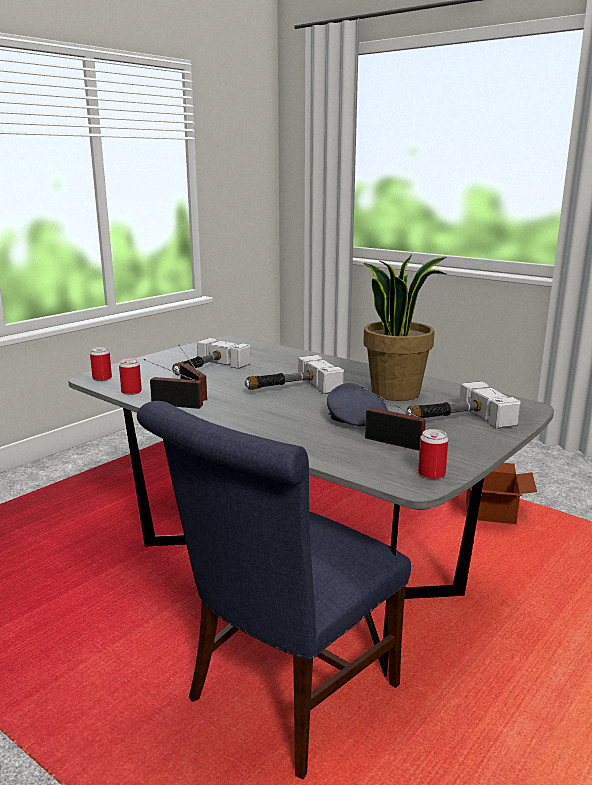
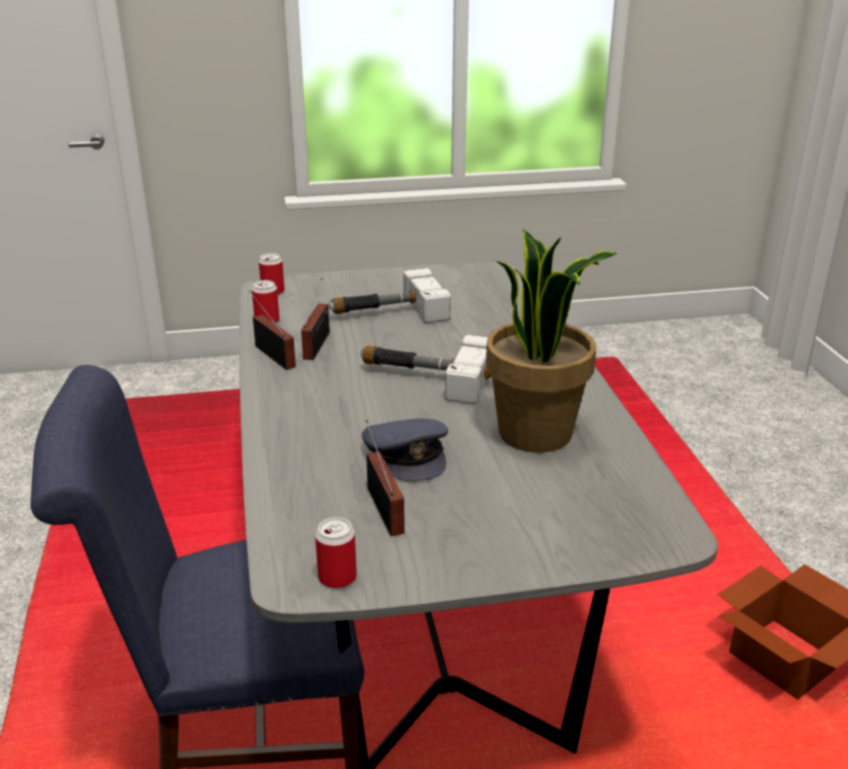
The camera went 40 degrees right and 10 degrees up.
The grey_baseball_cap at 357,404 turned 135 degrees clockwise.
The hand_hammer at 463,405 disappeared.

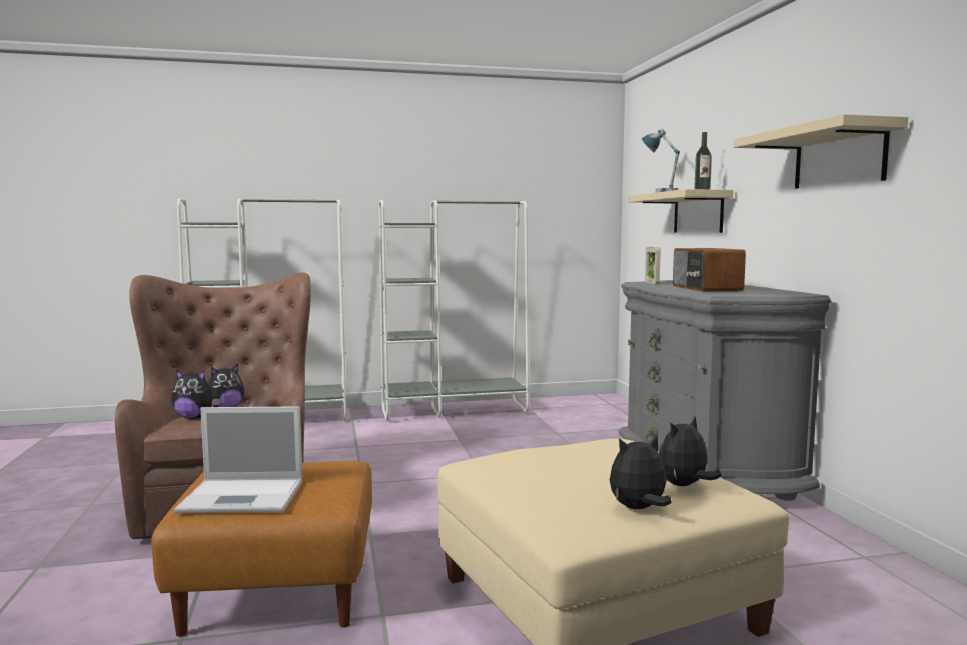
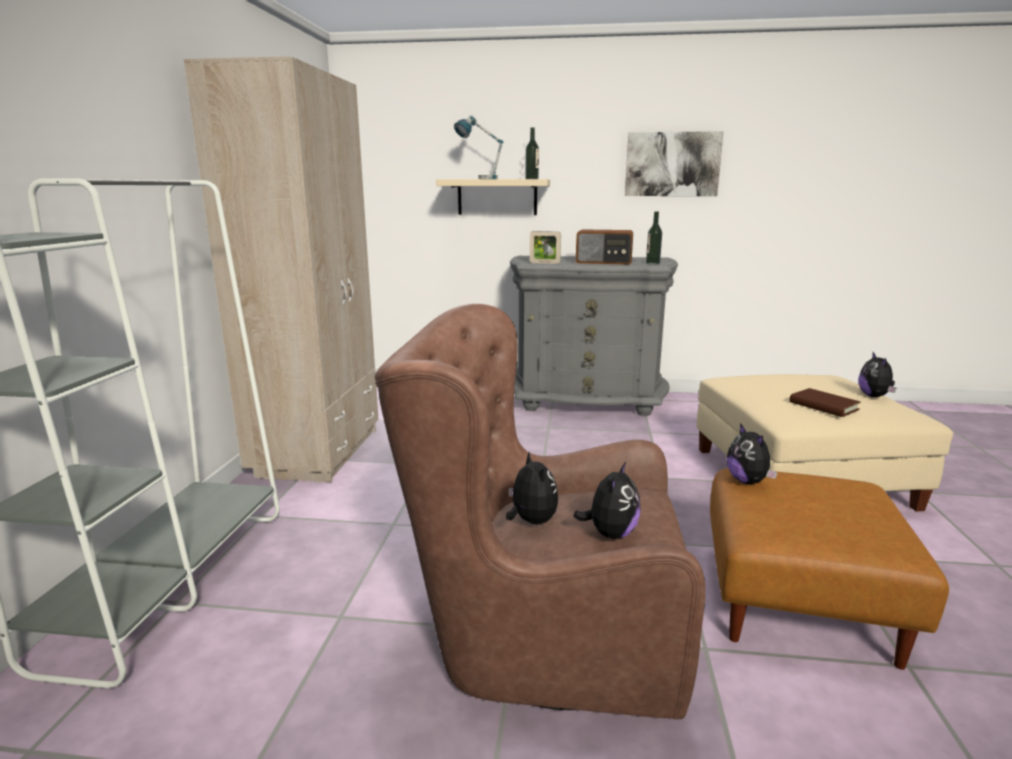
The camera went 70 degrees left and 10 degrees up.
The portable_computer at 238,459 disappeared.
The grey_garment_rack at 454,310 was replaced by the beige_armoire at 281,269.
The cuddly_toy moved from 690,451 to 752,453.
The beige_wall_shelf at 820,151 was replaced by the picture at 674,163.
The bottle at 654,238 appeared.
The brown_volume at 825,402 appeared.

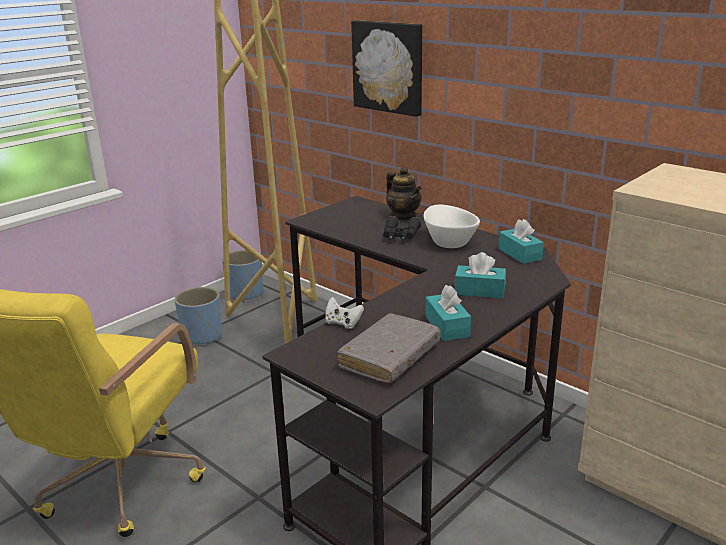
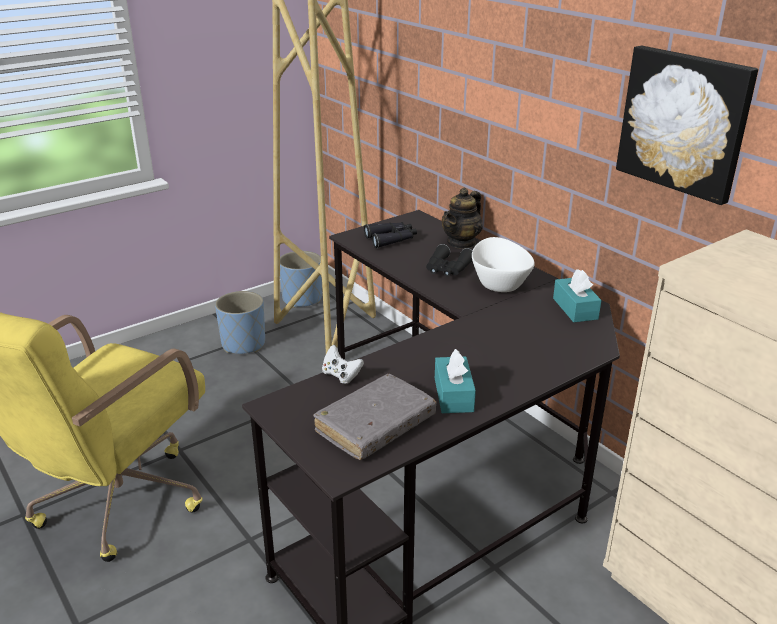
The camera went 10 degrees right and 5 degrees up.
The picture moved from 386,68 to 687,125.
The pot_for_tea at 404,193 turned 60 degrees clockwise.
The turquoise_tissue_holder at 480,275 disappeared.
The black-coloured_pair_of_binoculars at 390,235 appeared.

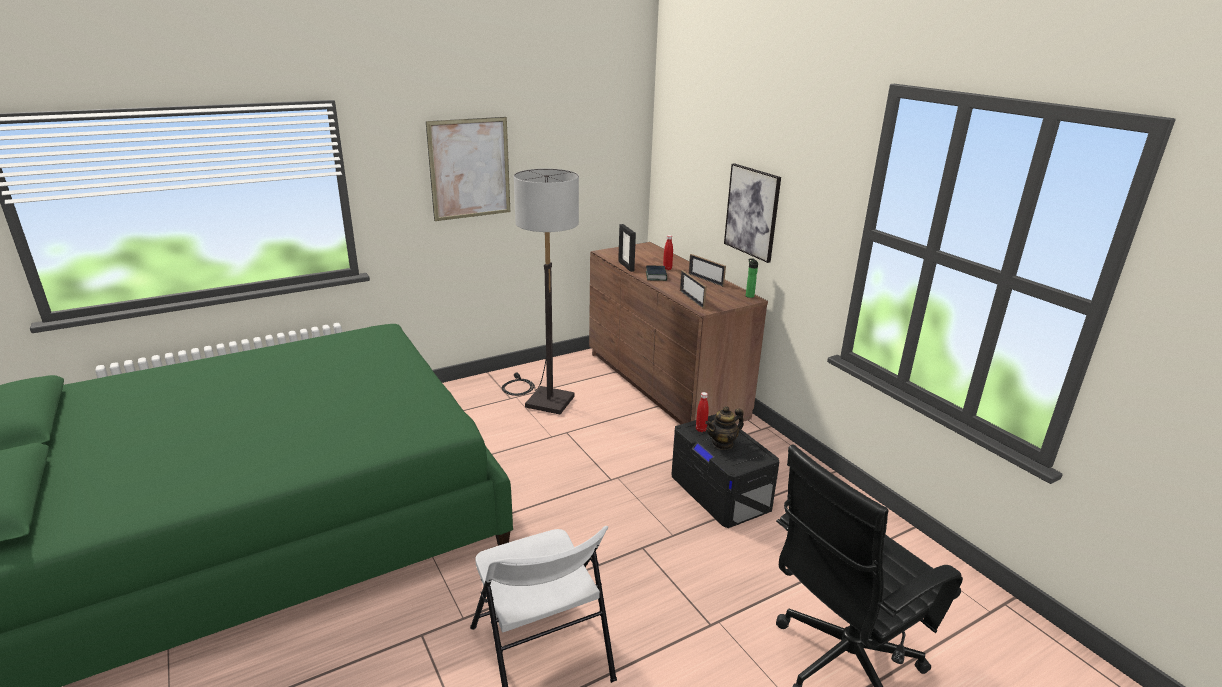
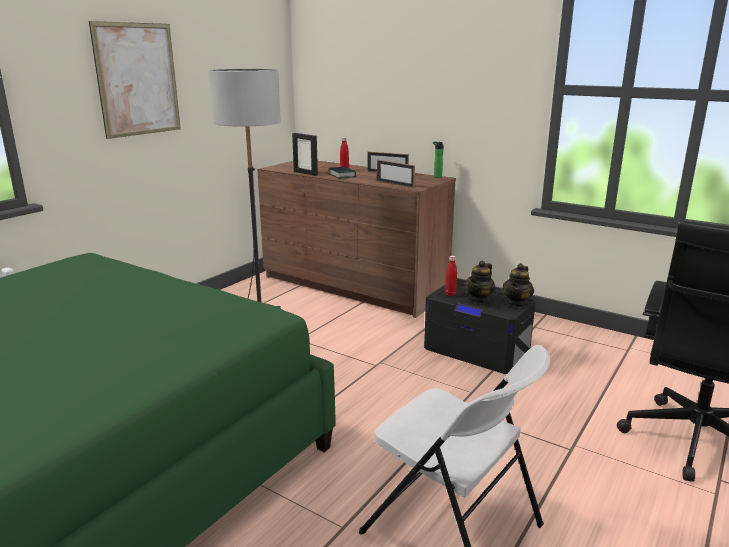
The camera went 25 degrees left and 5 degrees down.
The picture at 752,213 disappeared.
The pot_for_tea at 518,285 appeared.

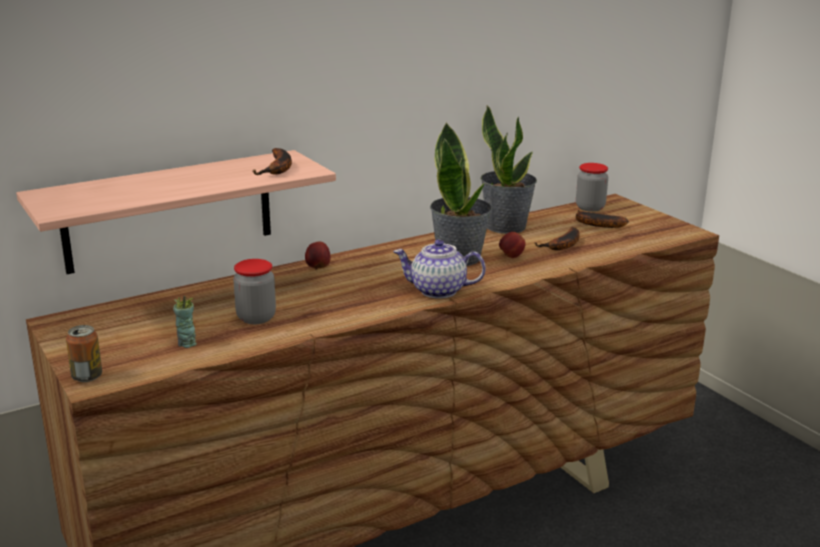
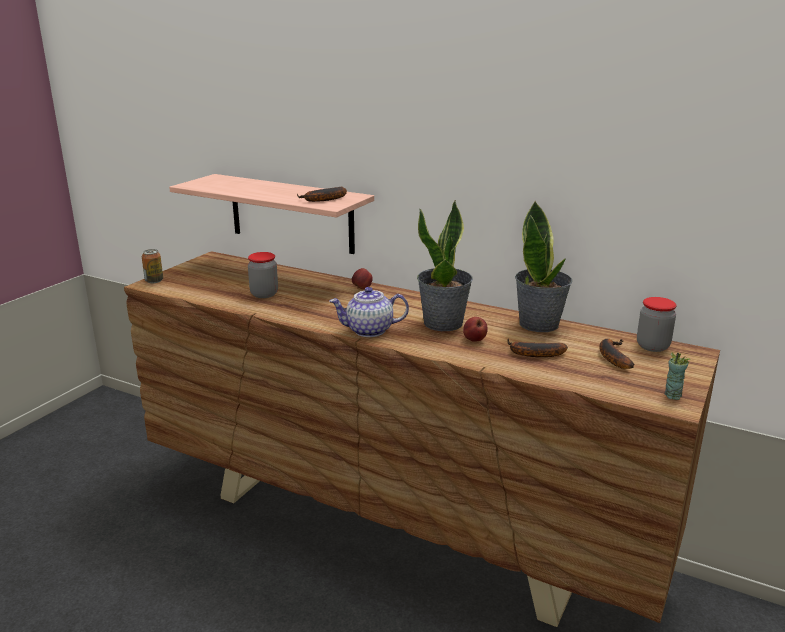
The camera went 60 degrees right and 0 degrees up.
The cup moved from 185,322 to 678,376.
The pot_for_tea at 439,269 turned 75 degrees counterclockwise.

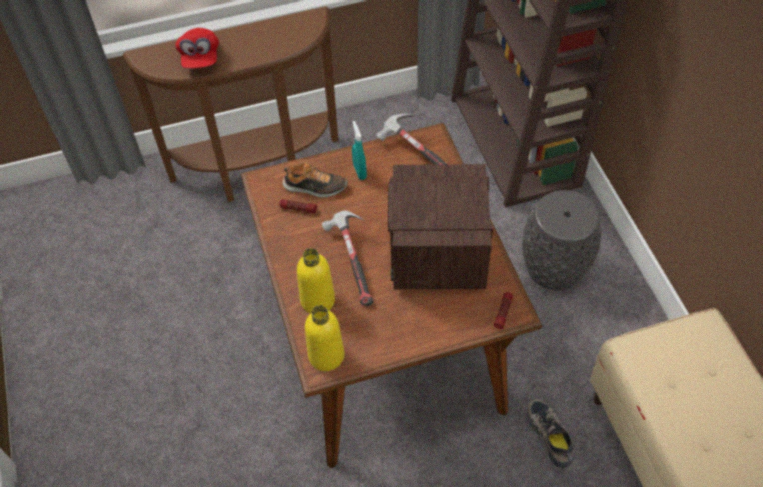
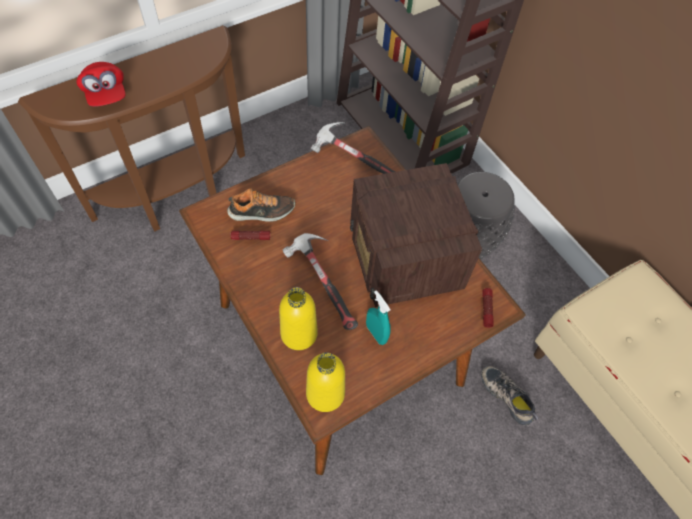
The camera went 20 degrees left and 5 degrees up.
The turquoise_hand_sprayer moved from 359,150 to 378,317.

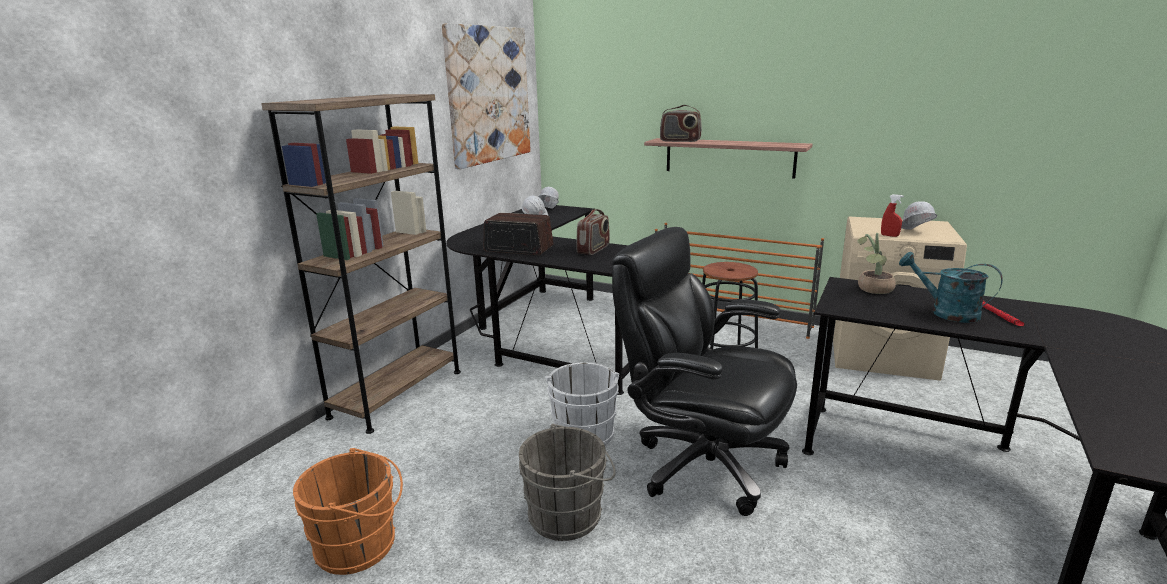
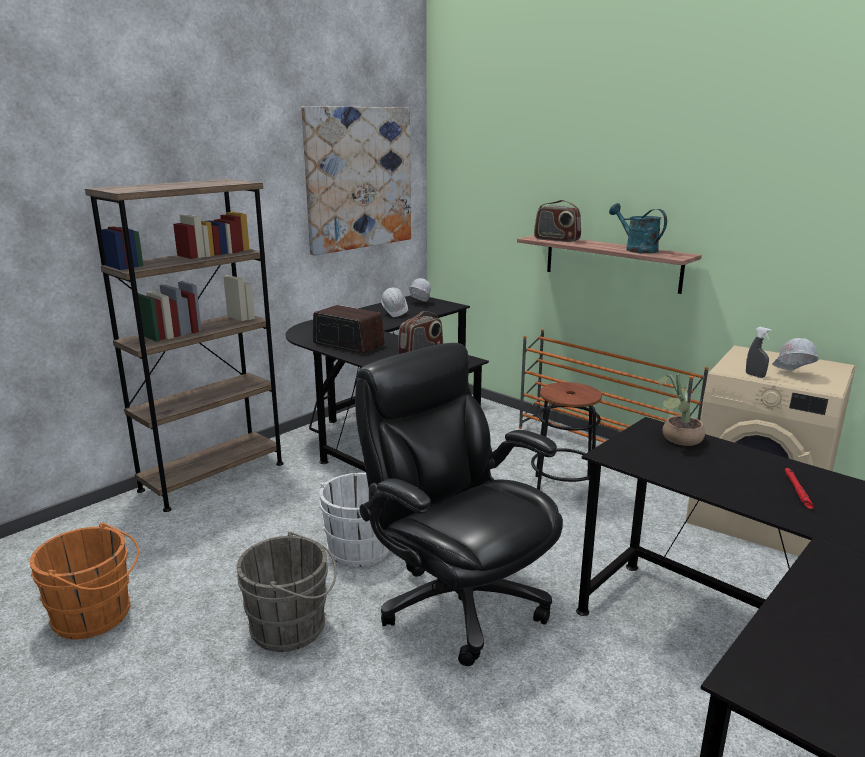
The camera went 15 degrees right and 0 degrees up.
The red_hand_sprayer at 892,215 became the grey_hand_sprayer at 759,352.
The turquoise_watering_pot moved from 951,287 to 638,228.

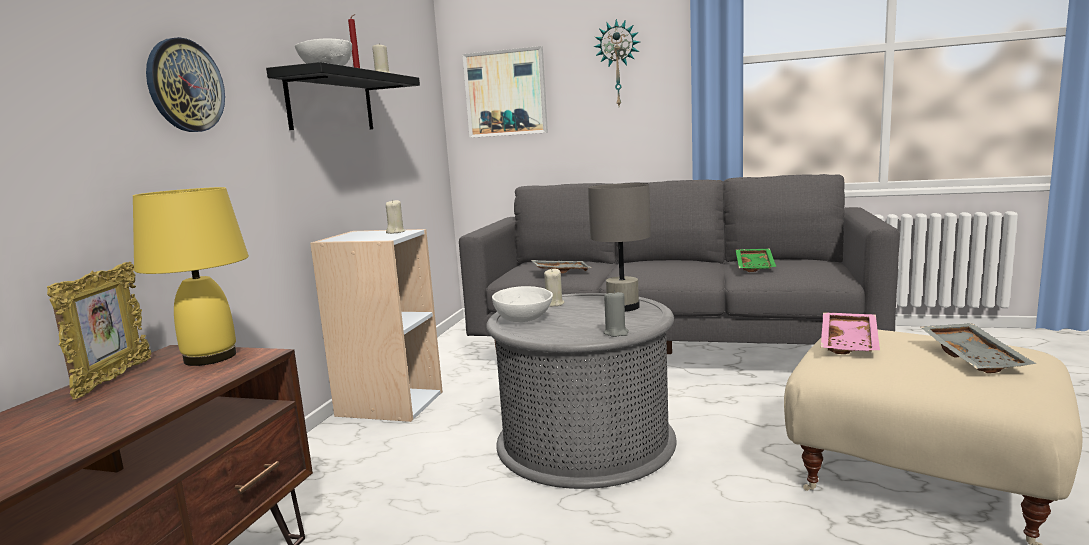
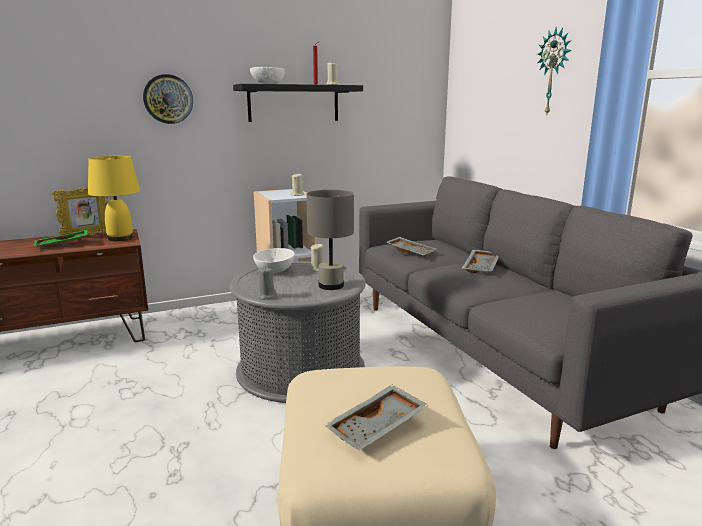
The camera went 50 degrees right and 5 degrees up.
The picture at 505,92 disappeared.
The greenish_tray moved from 756,260 to 60,238.
The pink-coloured_tray at 850,333 disappeared.
The grey_tray at 480,261 appeared.

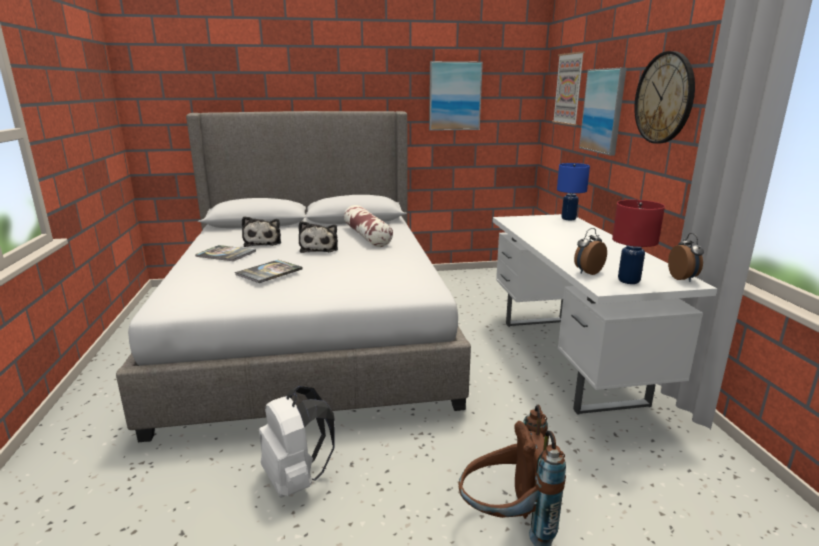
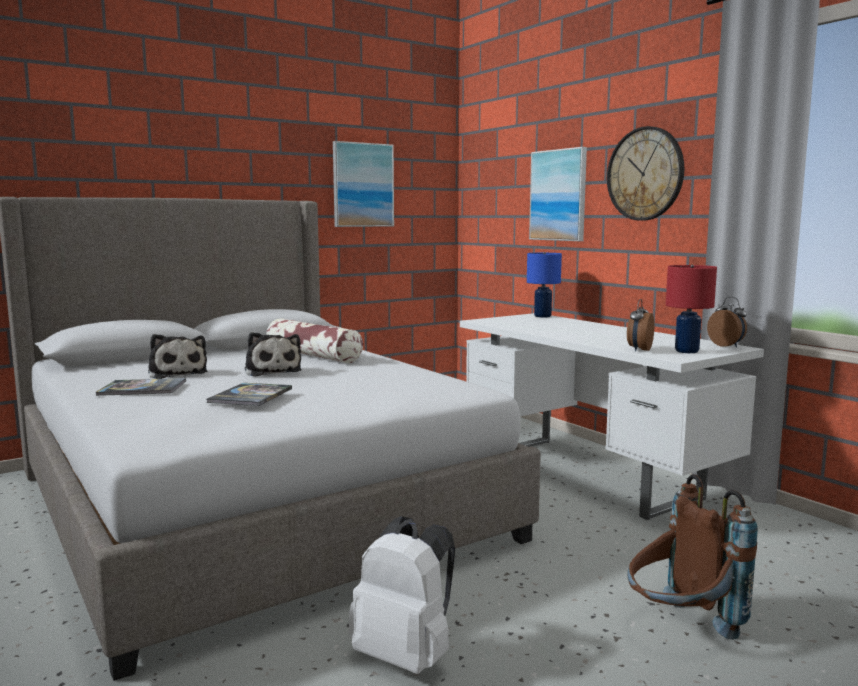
The camera went 25 degrees left and 10 degrees down.
The picture at 568,88 disappeared.

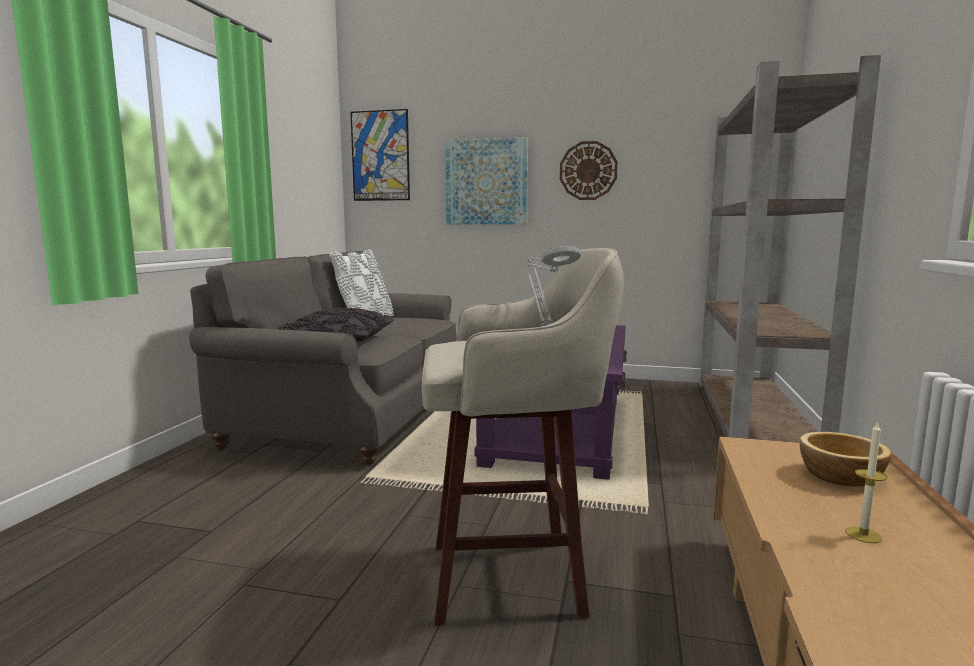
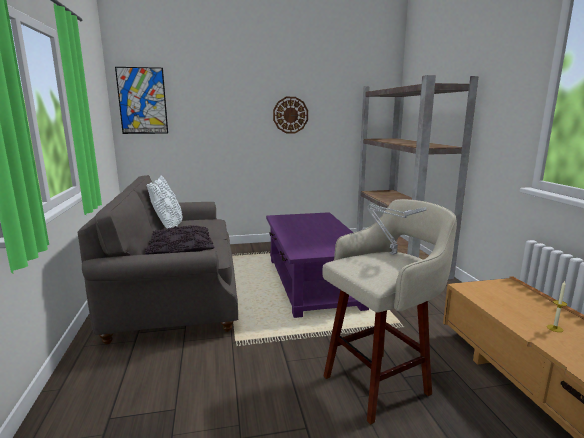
The camera went 25 degrees left and 5 degrees up.
The picture at 486,180 disappeared.
The serving_bowl at 845,459 disappeared.

